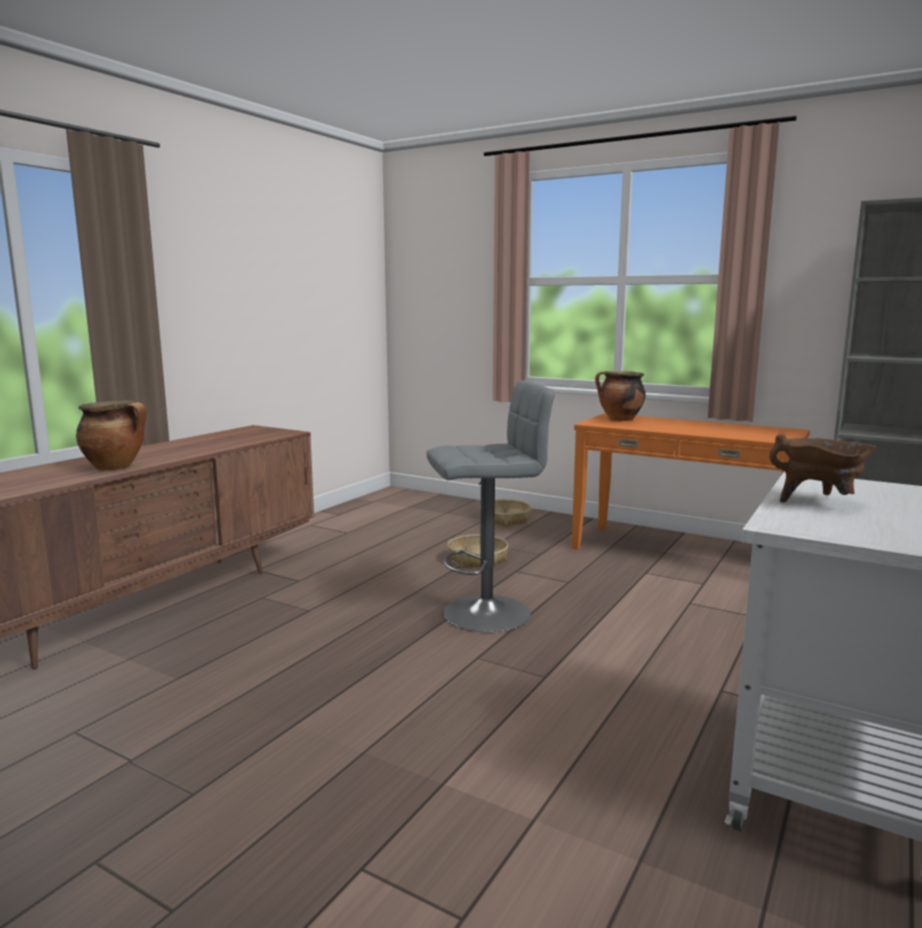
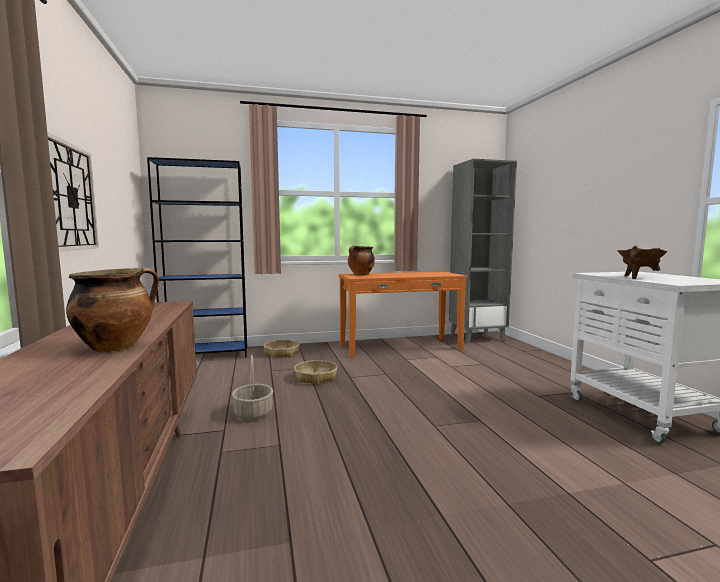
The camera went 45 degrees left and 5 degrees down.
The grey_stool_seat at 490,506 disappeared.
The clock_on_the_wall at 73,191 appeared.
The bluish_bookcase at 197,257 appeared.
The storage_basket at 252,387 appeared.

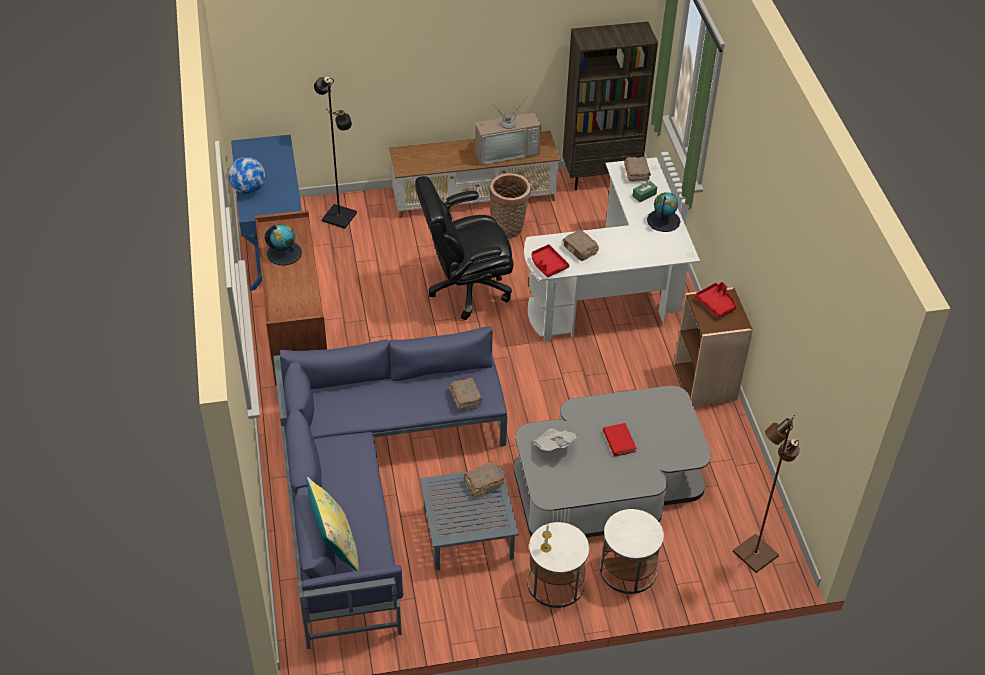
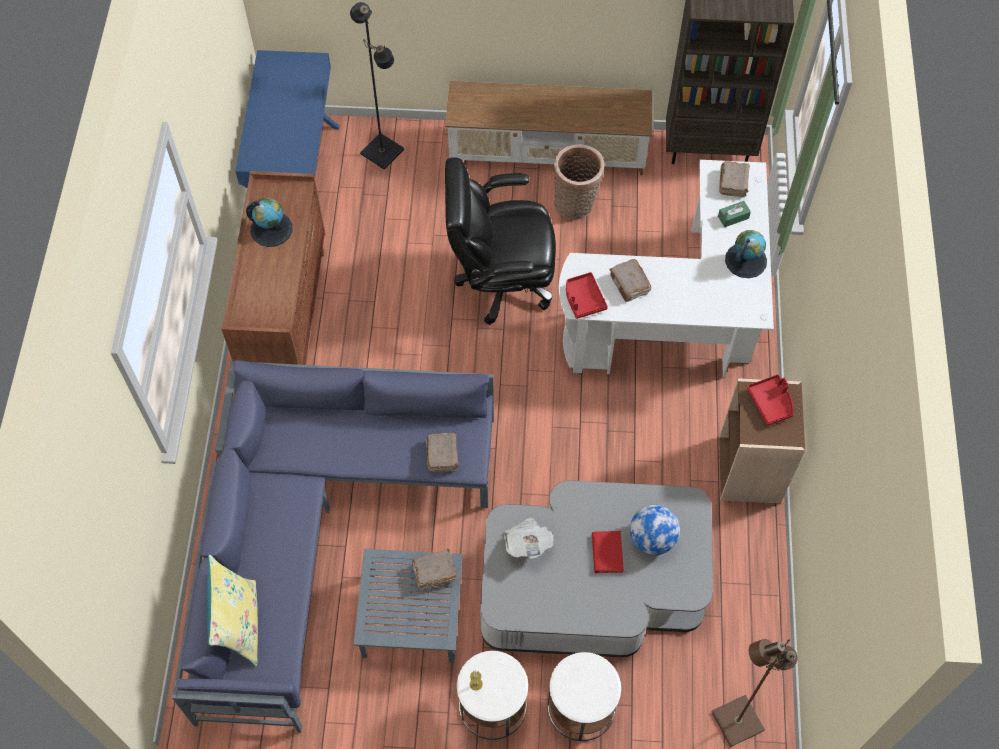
The camera went 15 degrees right and 15 degrees up.
The desk_globe moved from 246,175 to 655,530.
The TV at 508,130 disappeared.

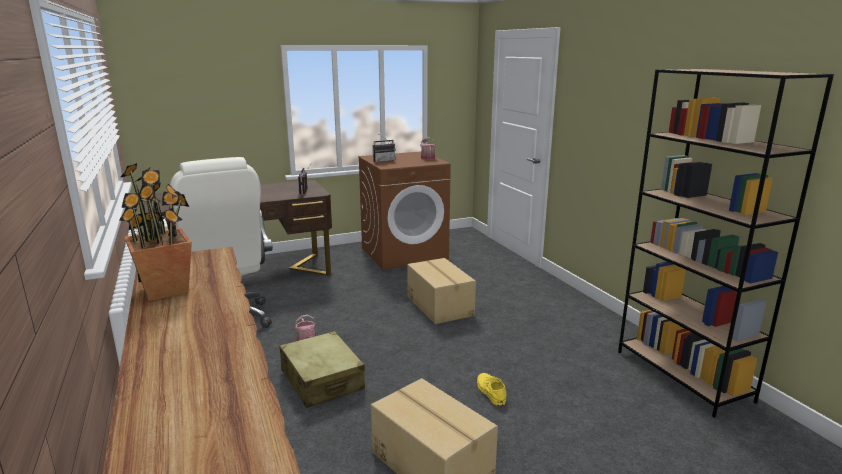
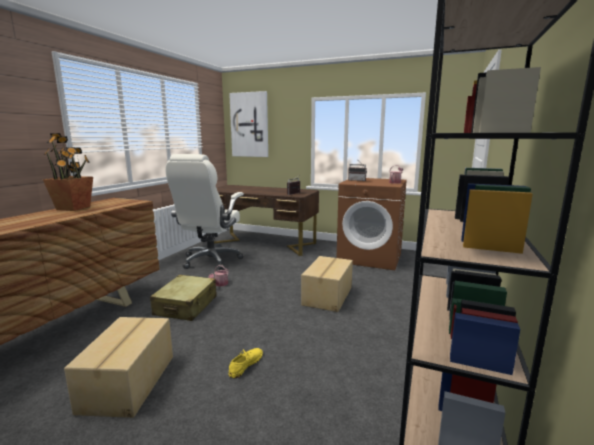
The camera went 45 degrees right and 5 degrees down.
The picture at 248,124 appeared.

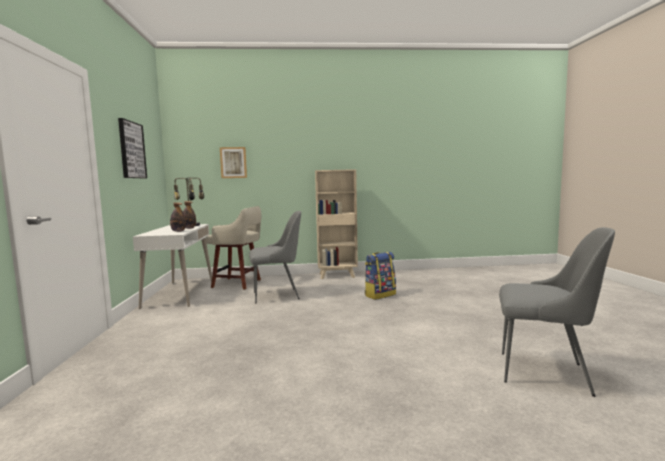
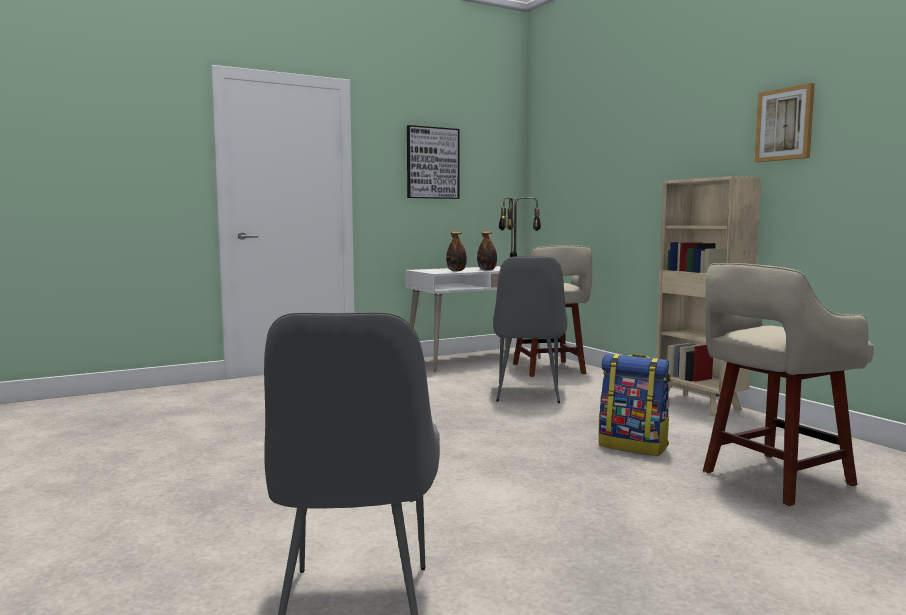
The camera went 65 degrees right and 0 degrees up.
The picture moved from 233,162 to 784,122.
The grey_plain_chair at 275,257 turned 45 degrees clockwise.
The beige_stool_seat at 788,384 appeared.

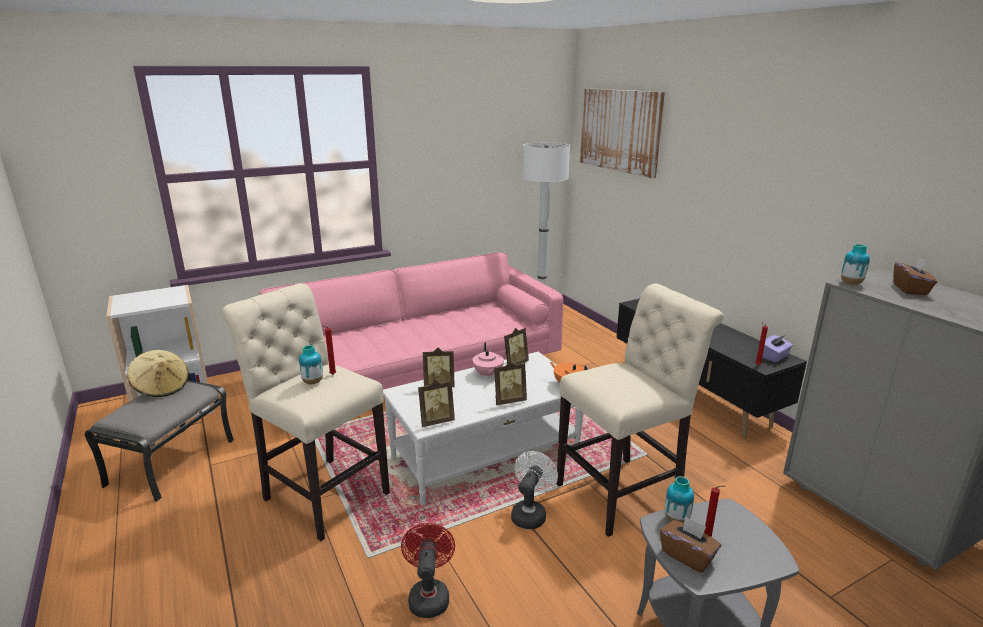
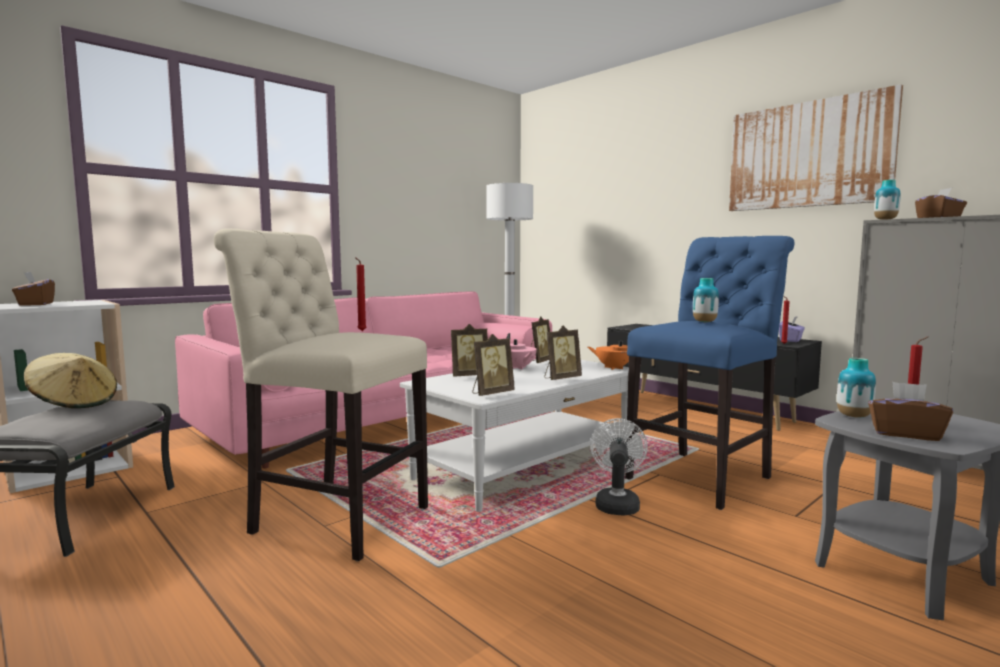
The camera went 15 degrees left and 15 degrees down.
The decorative_vase moved from 311,364 to 706,300.
The red_cooling_fan at 428,570 disappeared.
The beige_stool_seat at 640,410 became the bluish_stool_seat at 710,373.
The picture moved from 622,133 to 816,147.
The brown_tissue_holder at 33,289 appeared.

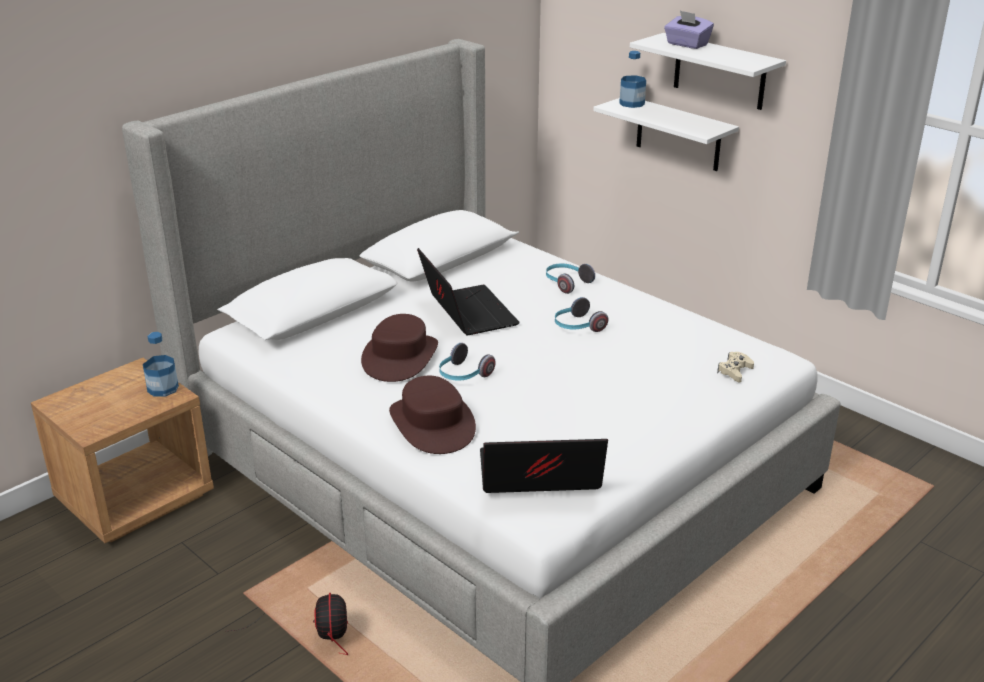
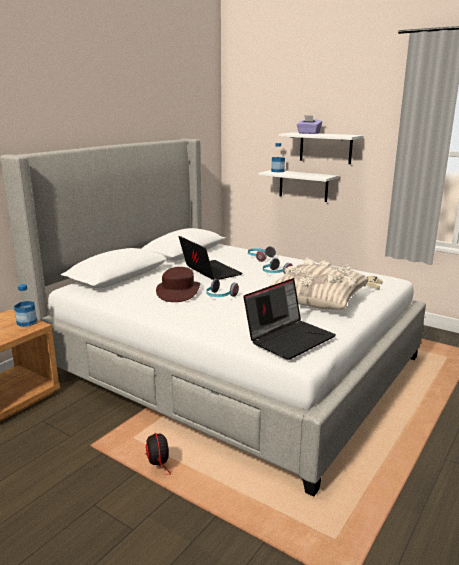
The camera went 10 degrees left and 10 degrees down.
The brown_wearable_hat at 432,415 disappeared.
The portable_computer at 544,466 turned 150 degrees clockwise.
The beige_cushion at 319,283 appeared.

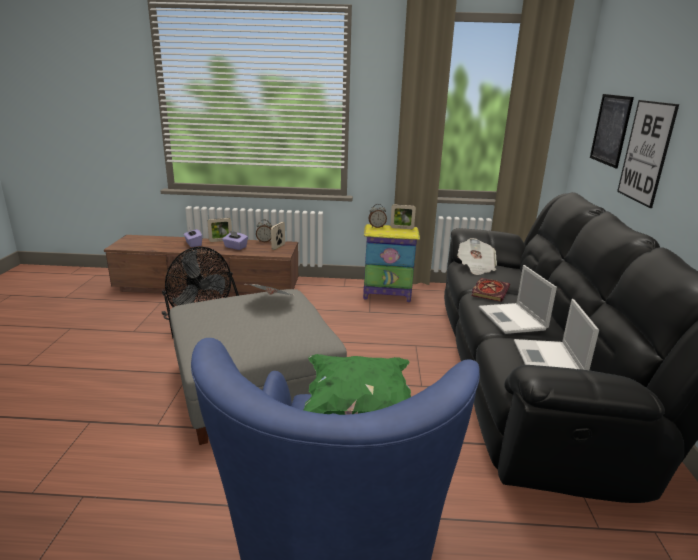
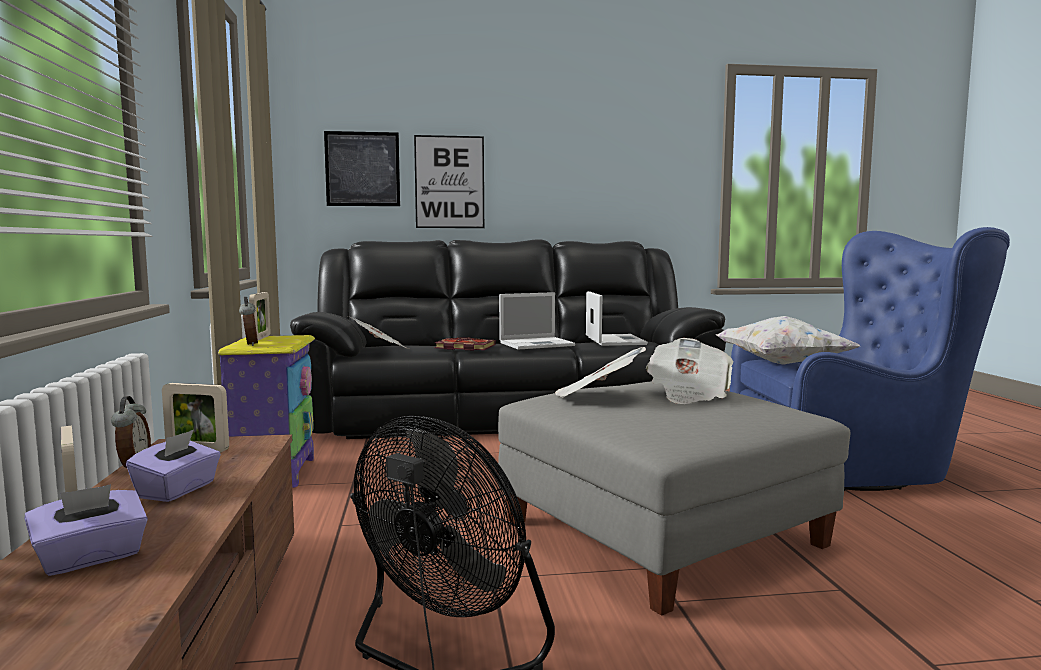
The camera went 100 degrees left and 15 degrees down.
The greenish_cushion at 357,384 became the whitish_cushion at 788,340.
The portable_computer at 556,334 turned 90 degrees counterclockwise.
The printed_paper at 689,371 appeared.

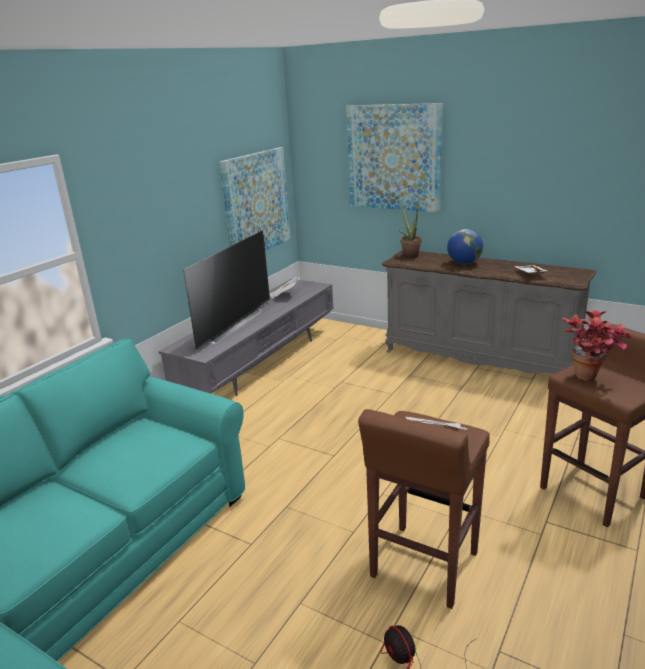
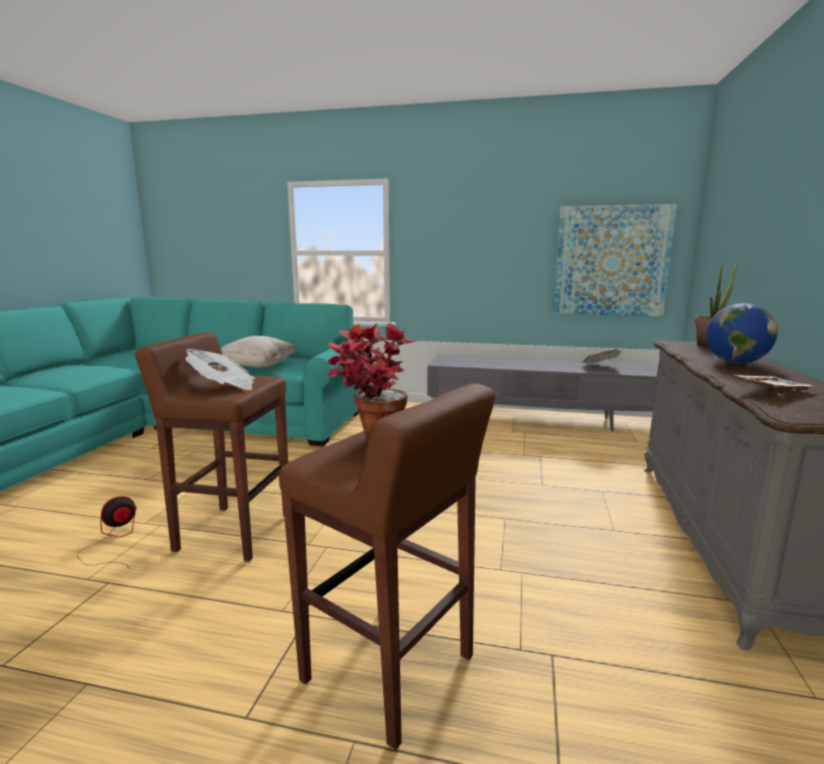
The camera went 70 degrees right and 10 degrees down.
The TV at 226,290 disappeared.
The picture at 394,157 disappeared.
The beige_cushion at 258,351 appeared.

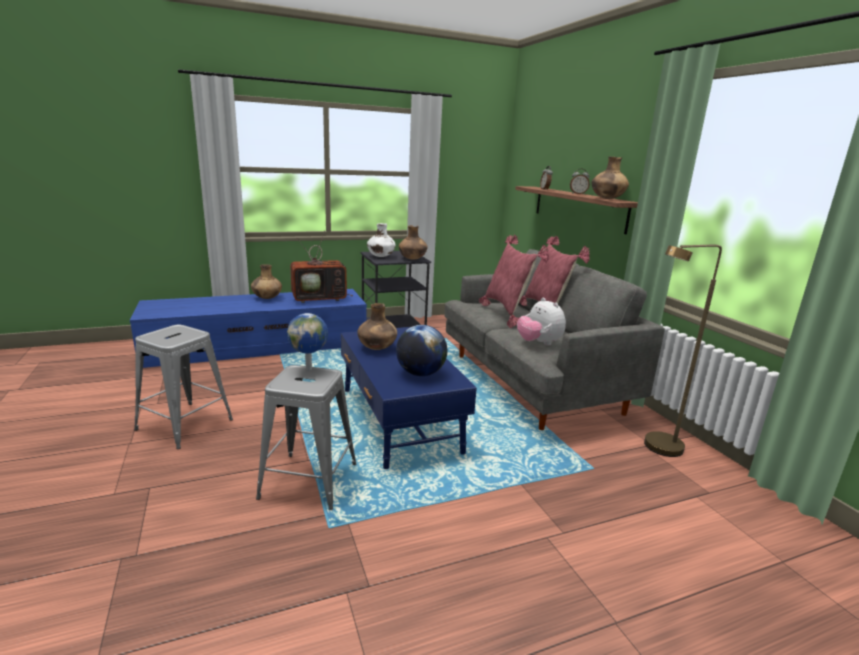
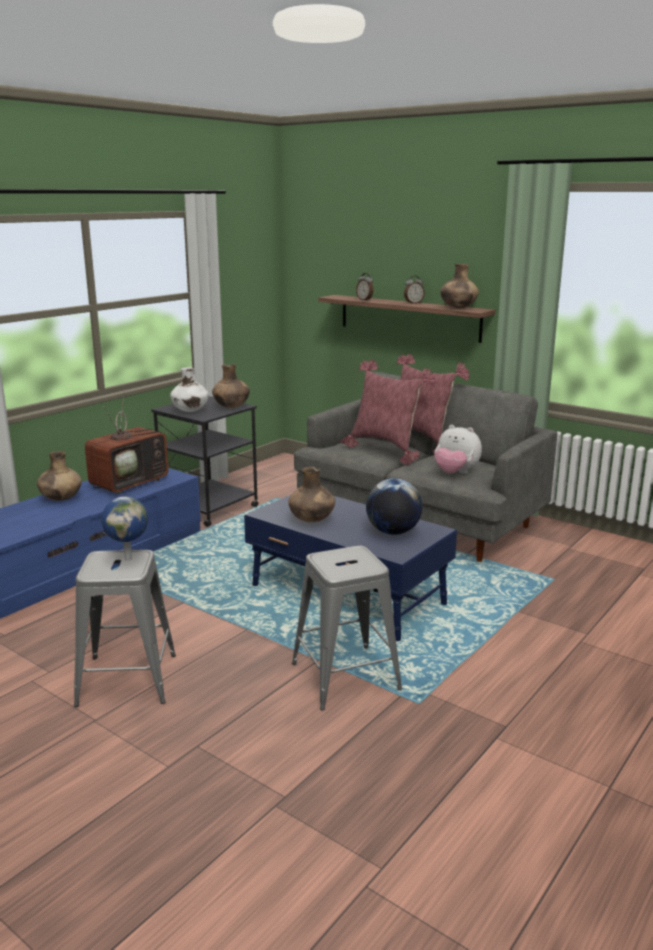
The camera went 30 degrees left and 0 degrees up.
The desk_globe moved from 307,341 to 124,528.
The brown_standard_lamp at 683,351 disappeared.

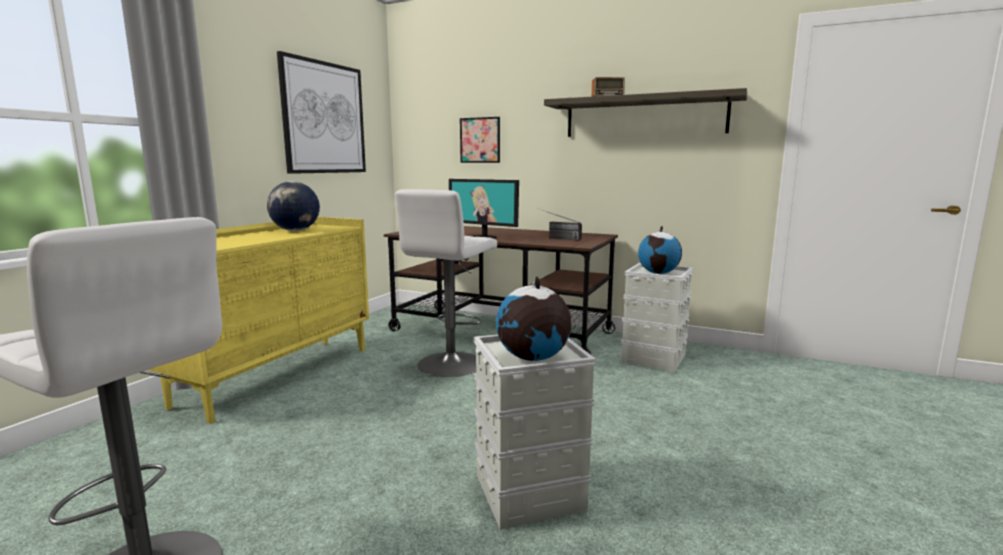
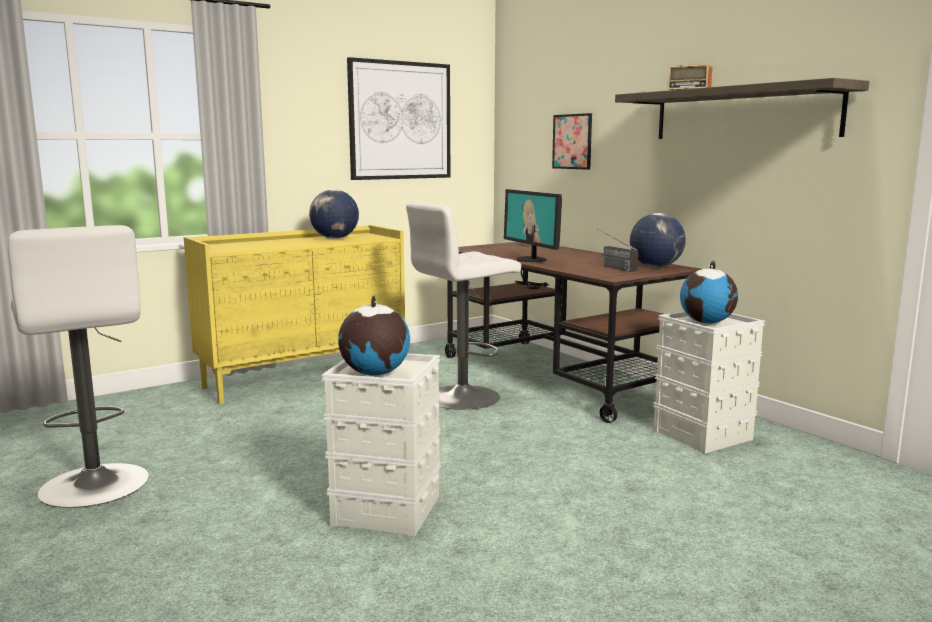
The camera went 30 degrees right and 0 degrees up.
The desk_globe at 658,240 appeared.

